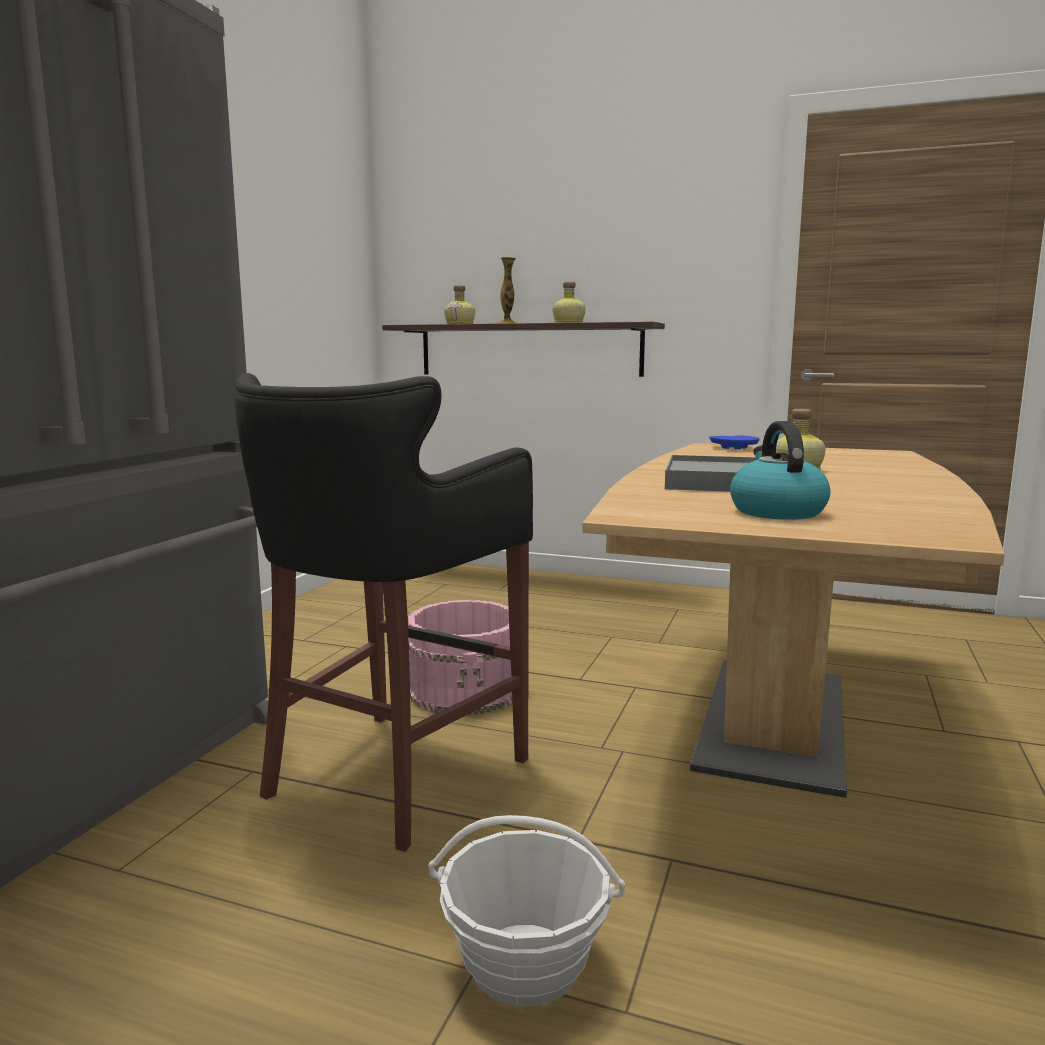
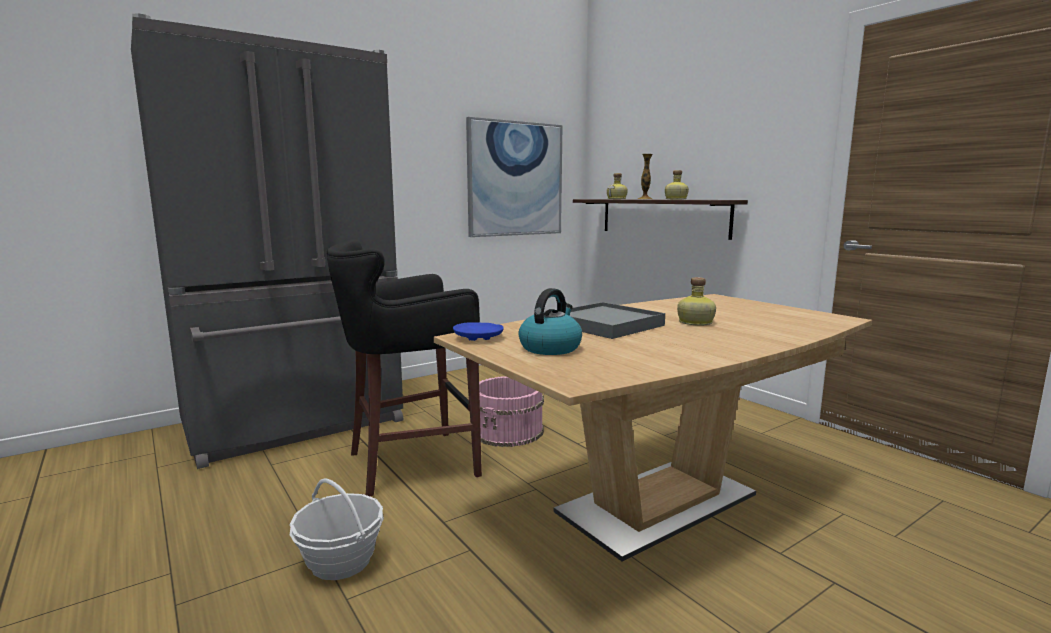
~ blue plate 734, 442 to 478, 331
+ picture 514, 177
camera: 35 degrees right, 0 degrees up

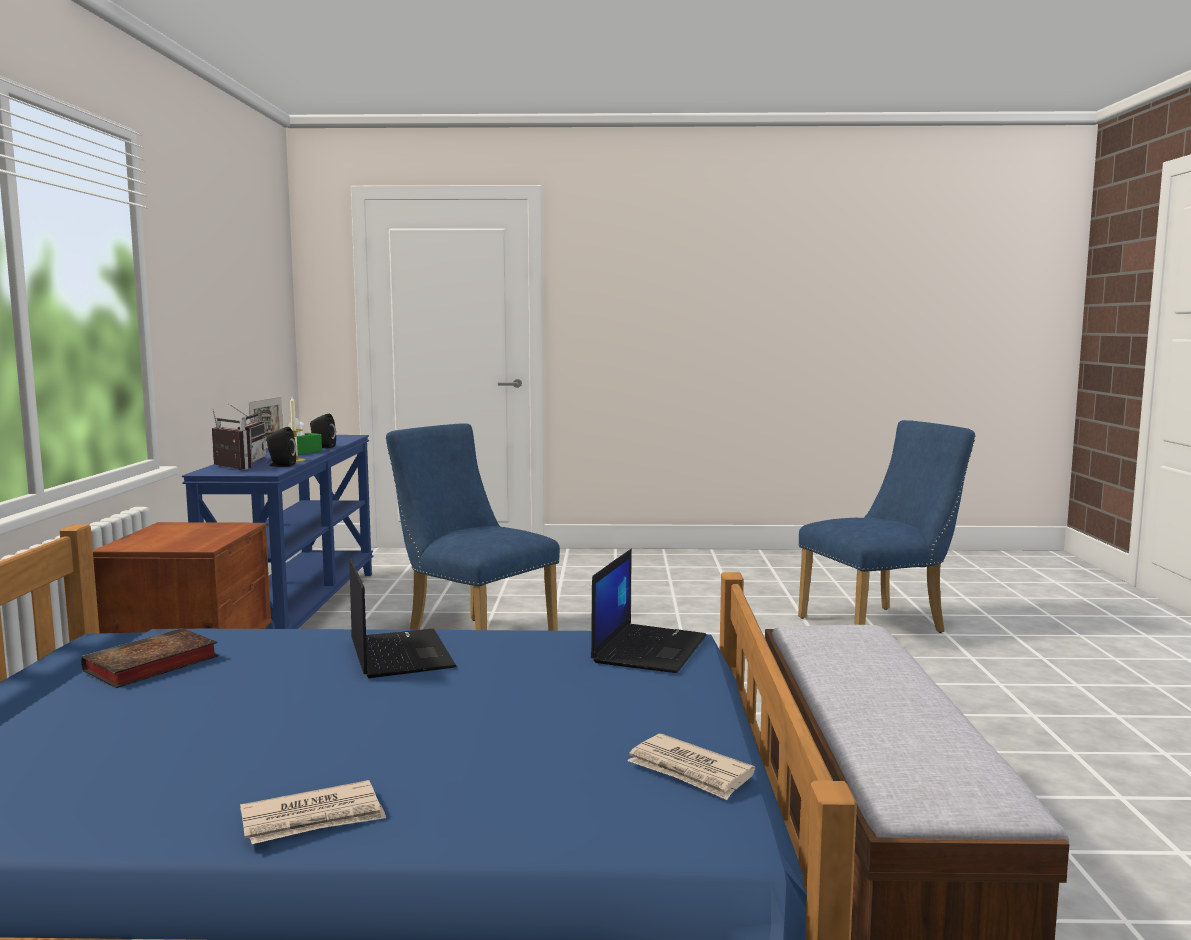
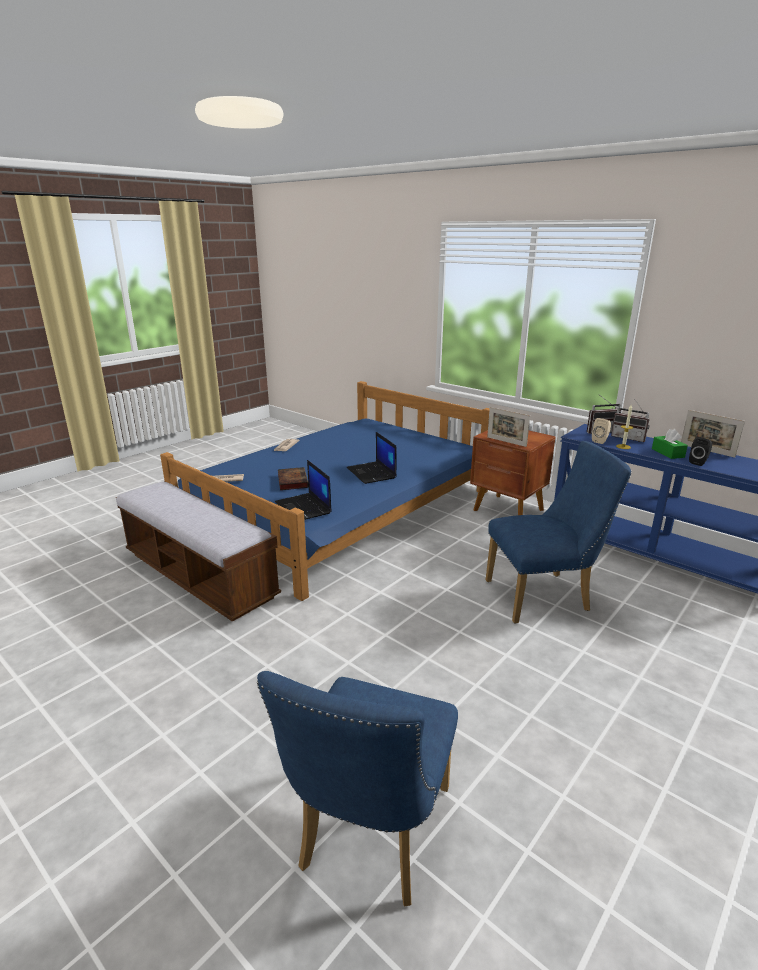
~ book 150, 658 to 293, 478
~ laptop 403, 618 = 372, 458 45 degrees clockwise
+ picture frame 508, 427
~ black speaker 281, 447 to beige speaker 601, 431
camera: 130 degrees right, 15 degrees up

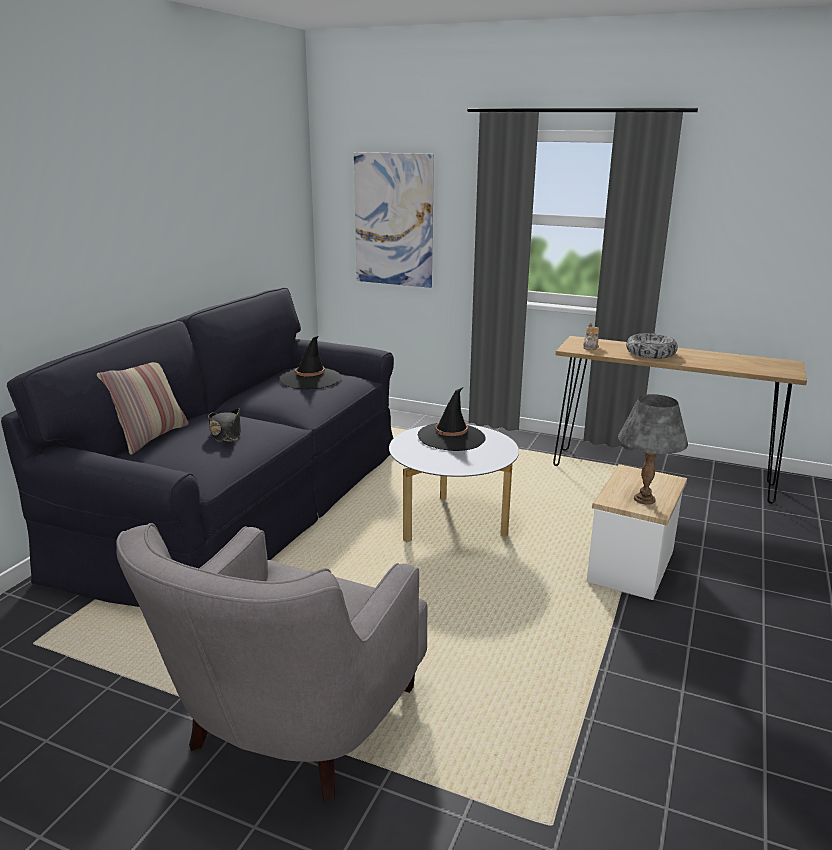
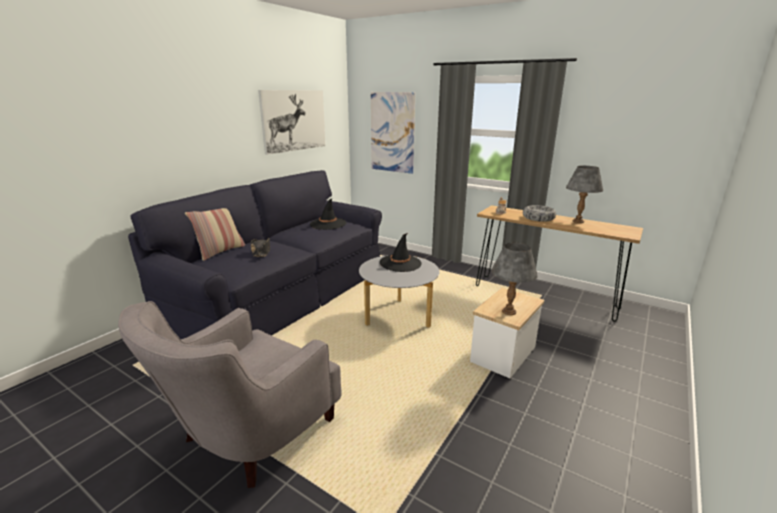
+ picture 292, 122
+ grey table lamp 584, 194
camera: 10 degrees right, 0 degrees up

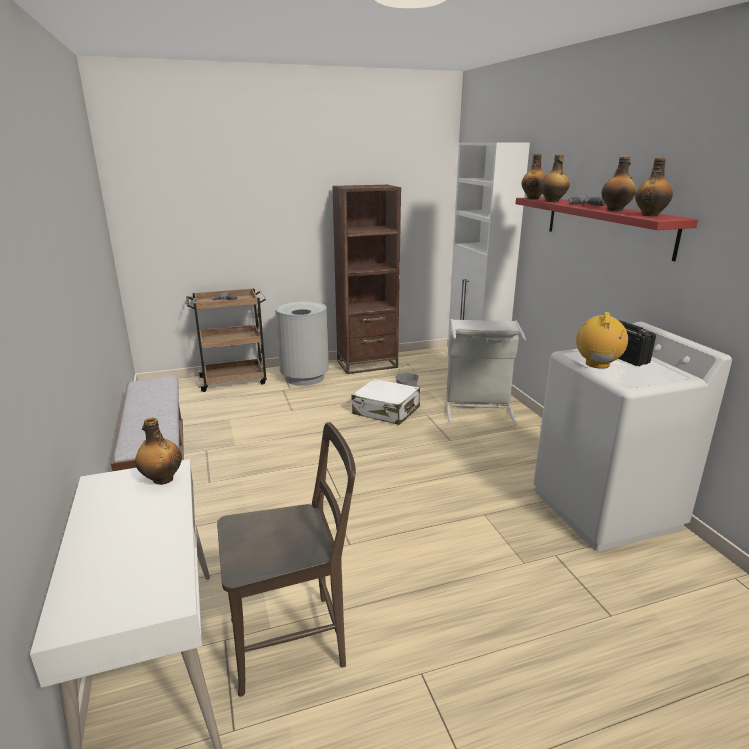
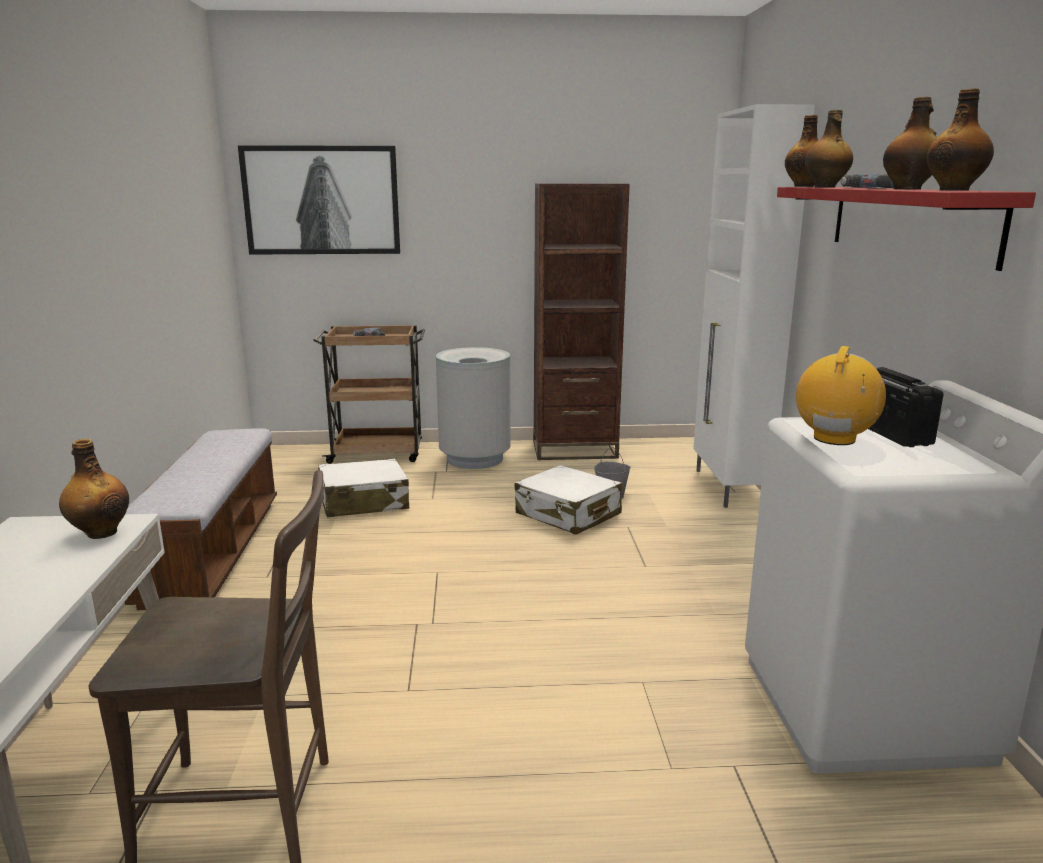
+ picture 319, 200
+ white suitcase 363, 488
- grey laundry basket 486, 372
camera: 15 degrees right, 5 degrees down

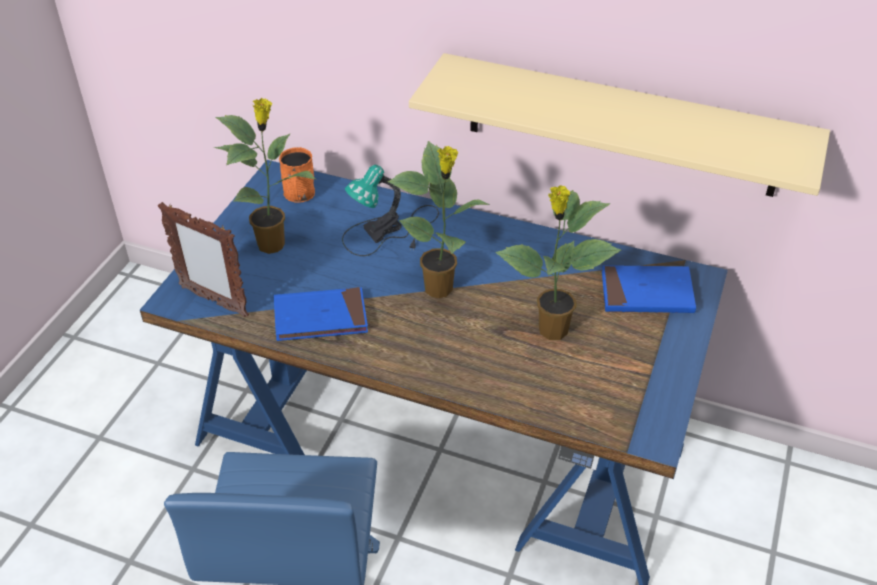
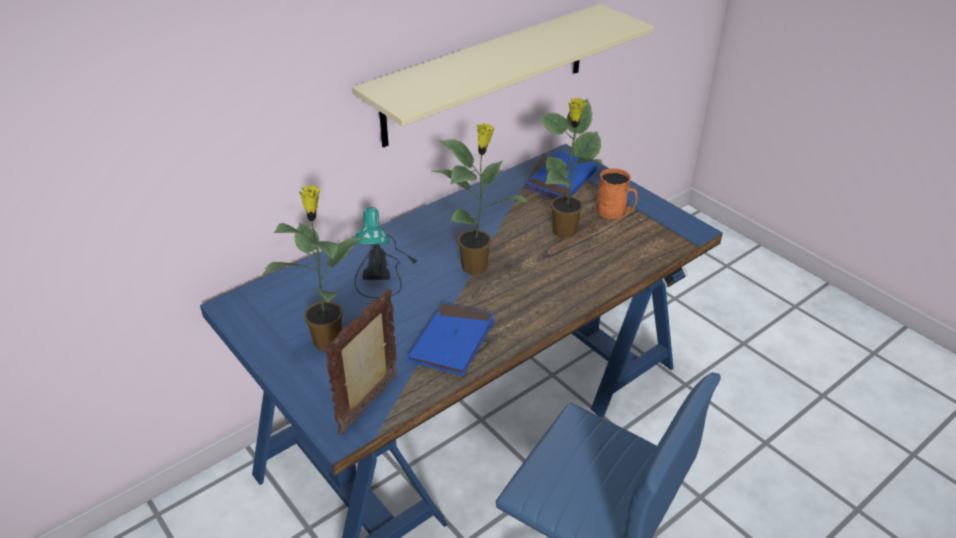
~ picture frame 203, 260 = 361, 361 150 degrees clockwise
~ orange mug 297, 175 to 617, 193
camera: 60 degrees left, 5 degrees down

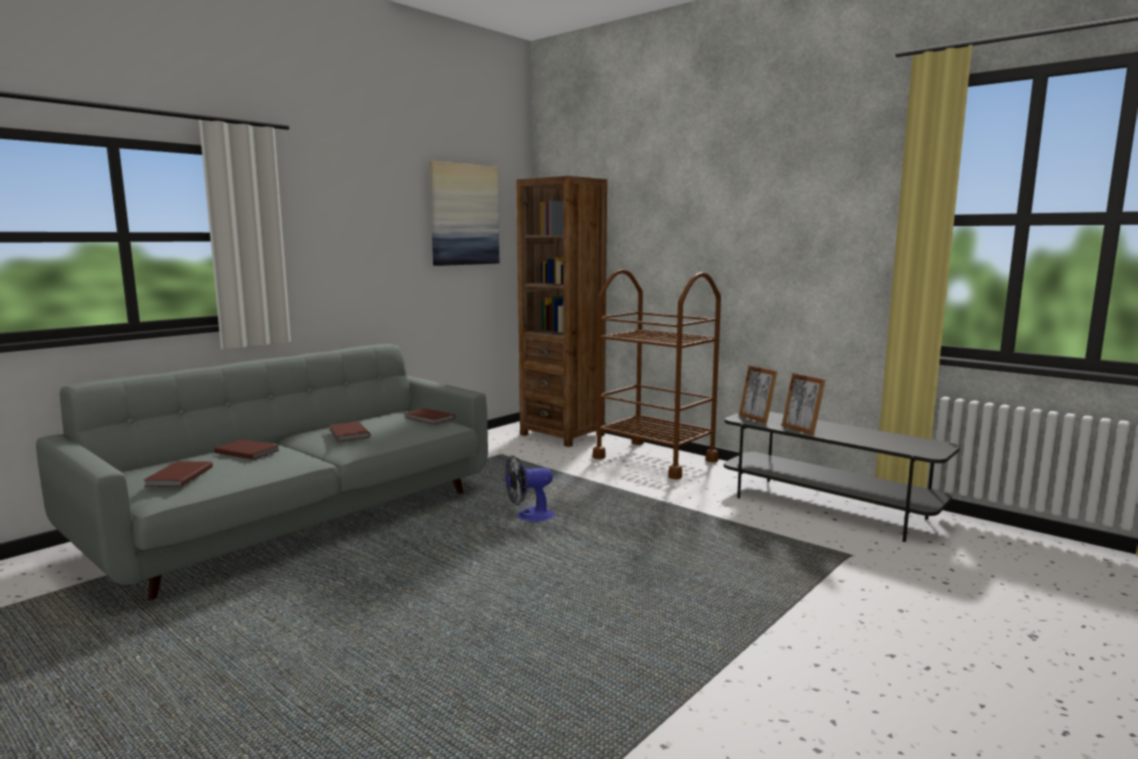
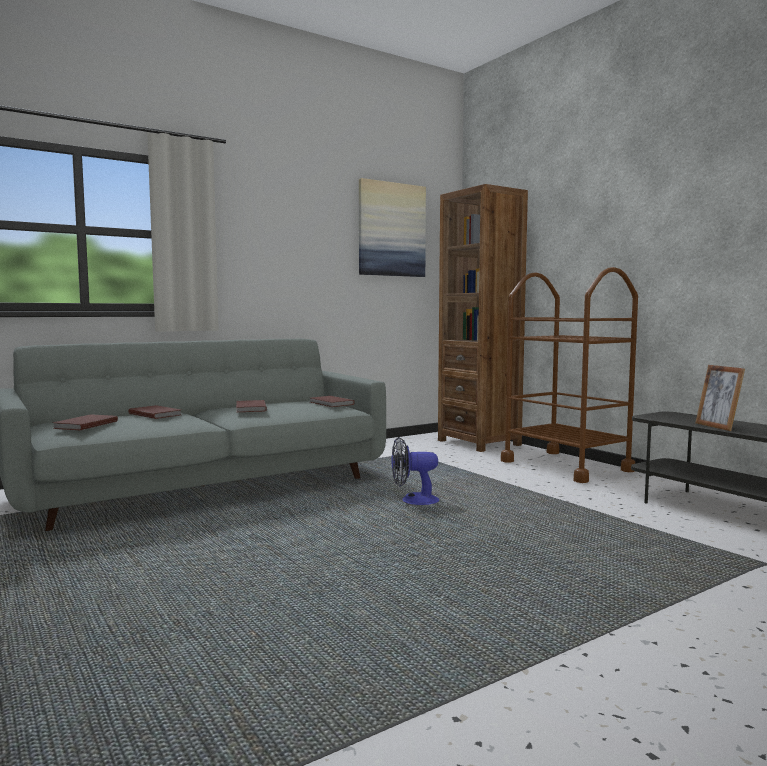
- picture frame 758, 394
camera: 15 degrees right, 5 degrees down

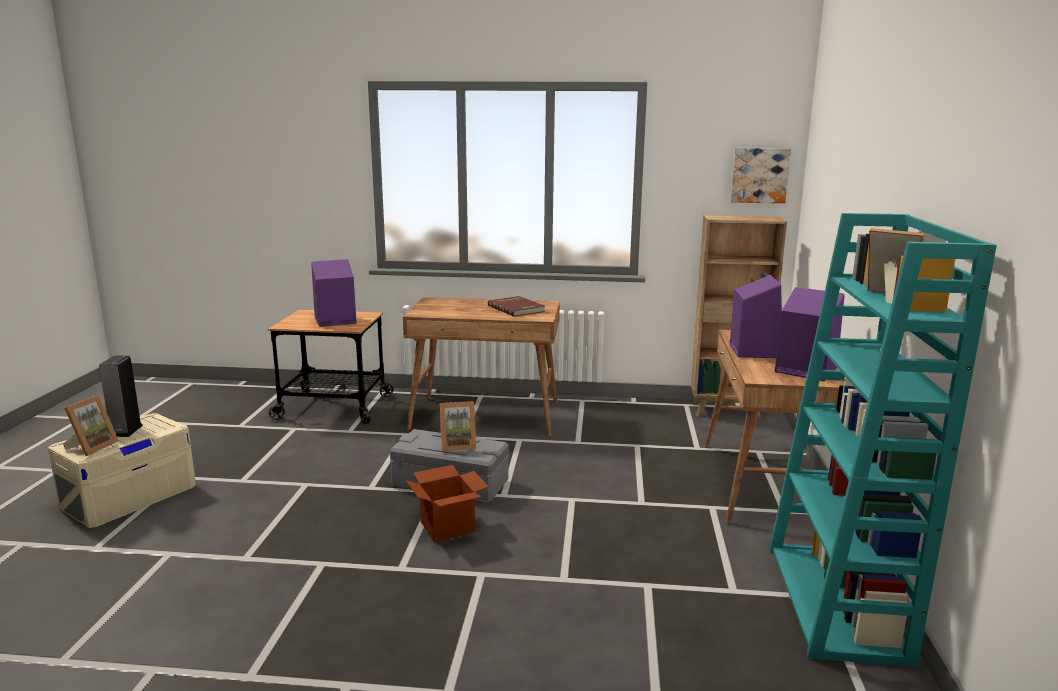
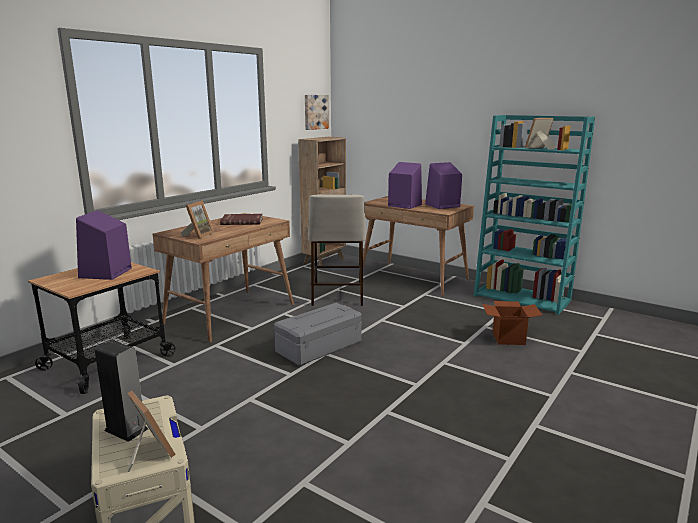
~ picture frame 458, 426 to 197, 219
+ beige stool 337, 250
~ cardboard box 447, 503 to 512, 323
camera: 60 degrees left, 0 degrees up

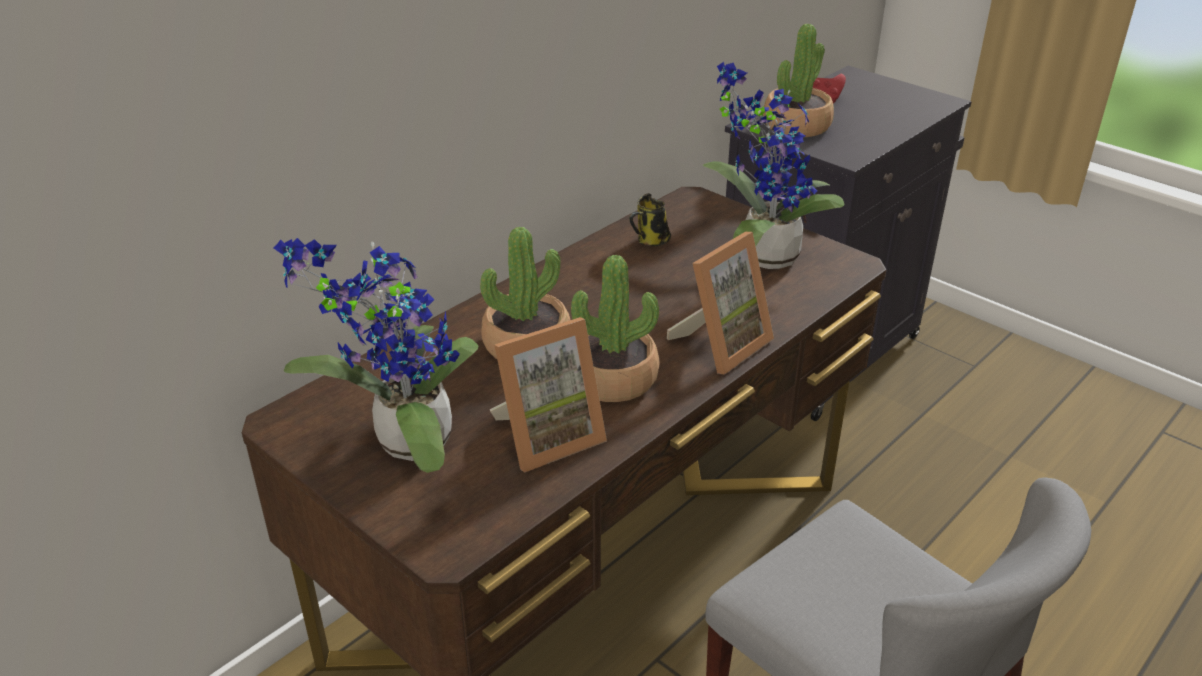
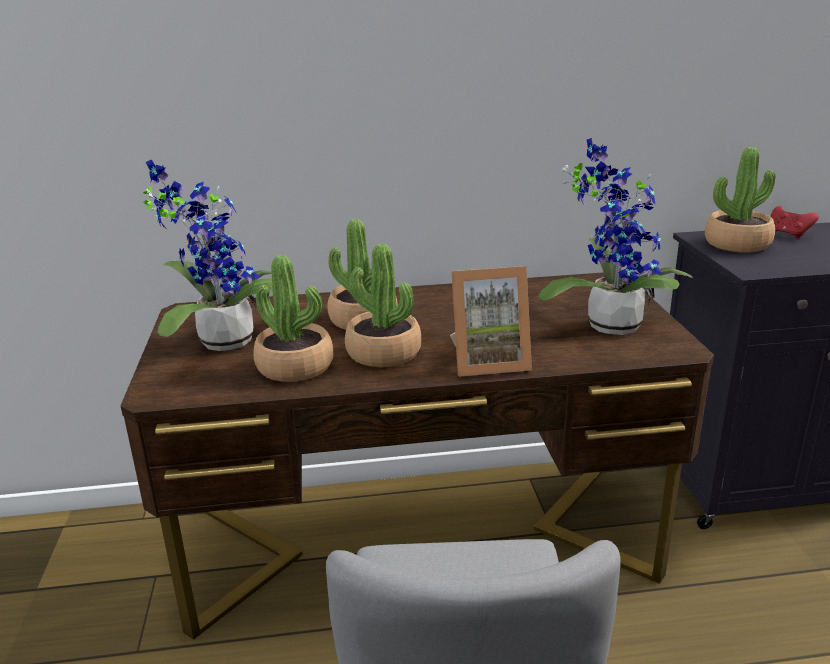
~ picture frame 548, 395 to potted plant 293, 318
- mug 650, 219
camera: 40 degrees right, 10 degrees down

